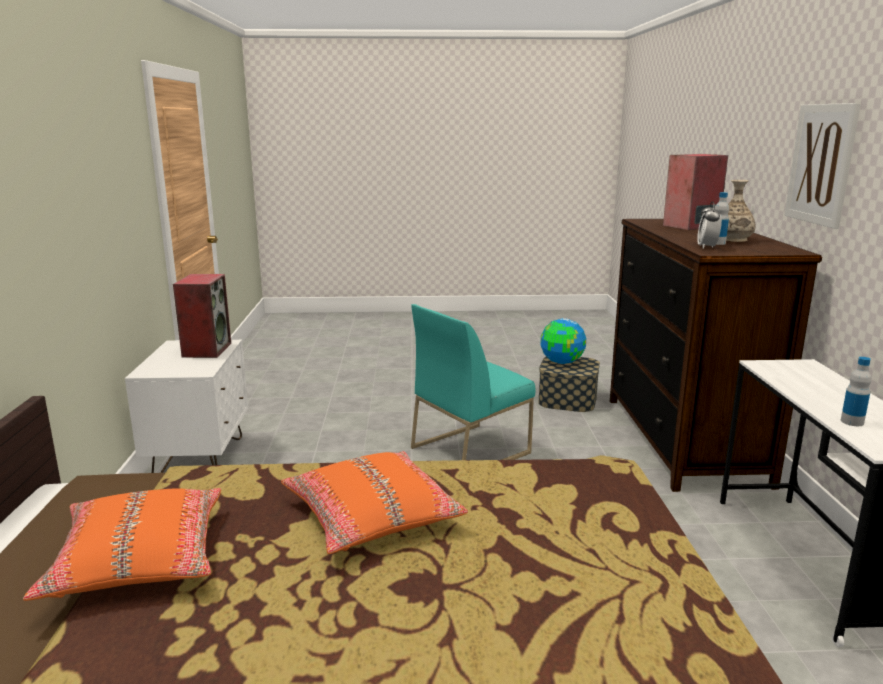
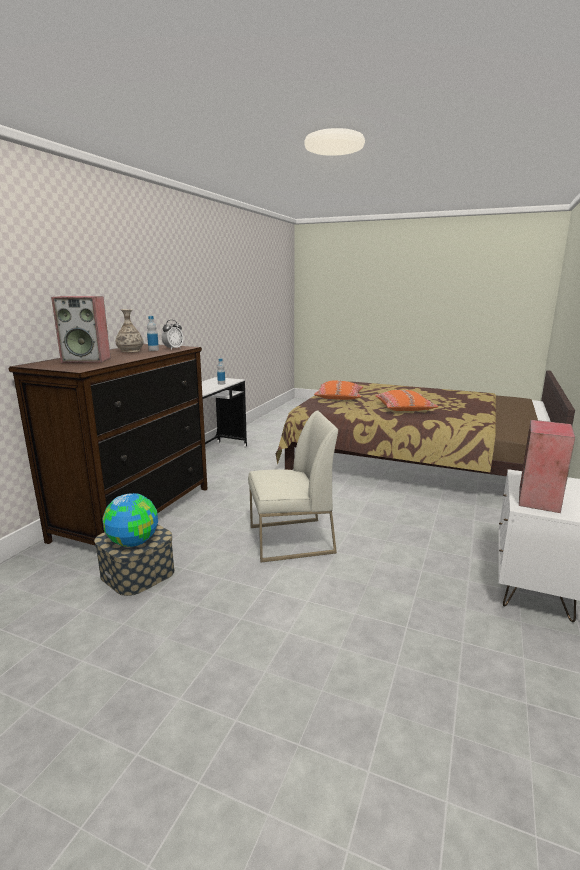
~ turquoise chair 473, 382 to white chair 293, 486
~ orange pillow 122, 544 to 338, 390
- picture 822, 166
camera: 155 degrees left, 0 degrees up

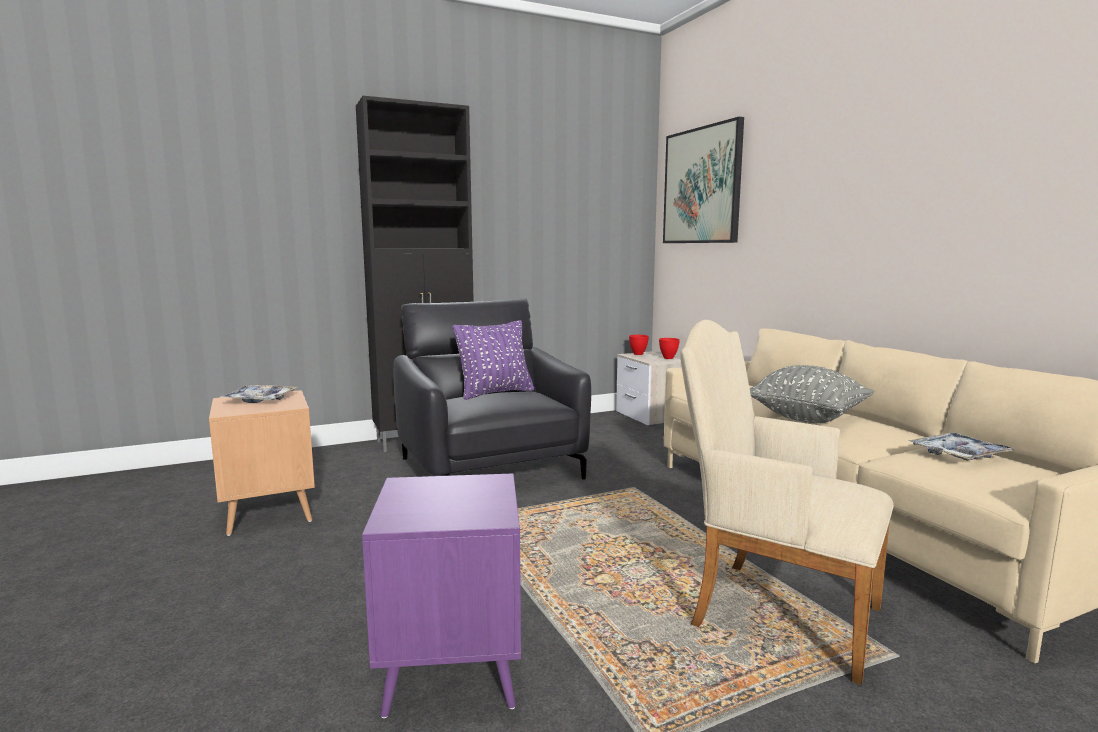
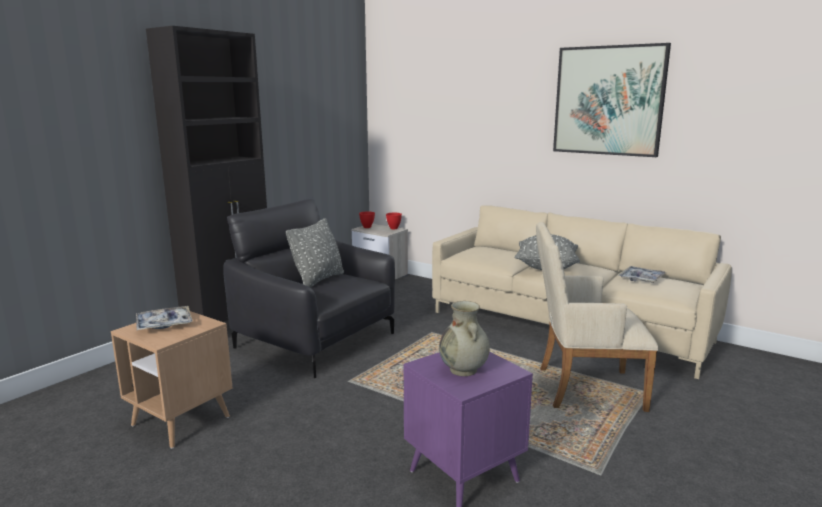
~ purple pillow 493, 360 to grey pillow 315, 253
+ beige vase 464, 338
~ picture 703, 180 to 612, 100
camera: 30 degrees left, 5 degrees up

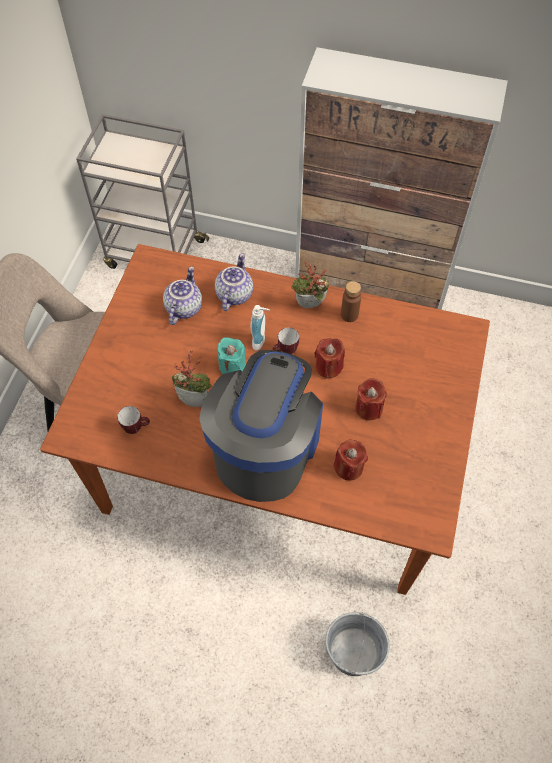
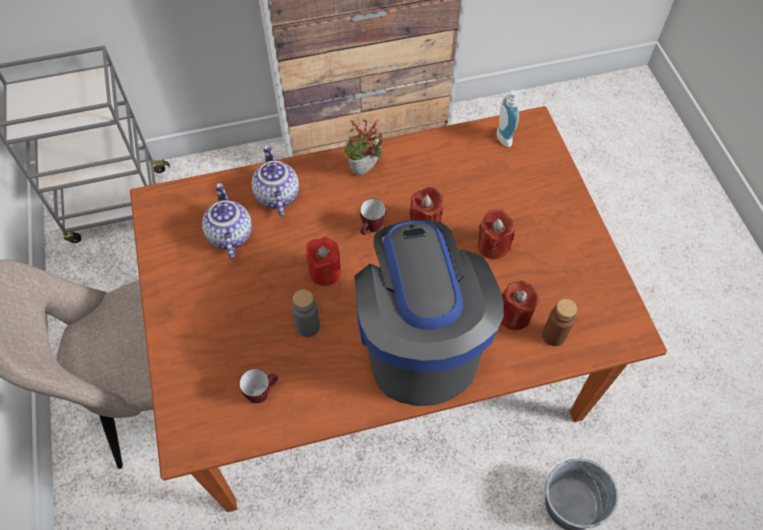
~ potted plant 192, 379 to grey bottle 306, 313
~ turquoise candle 231, 355 to red candle 323, 261
~ soap dispenser 260, 327 to 512, 118
~ brown bottle 351, 301 to 559, 322
camera: 30 degrees left, 0 degrees up

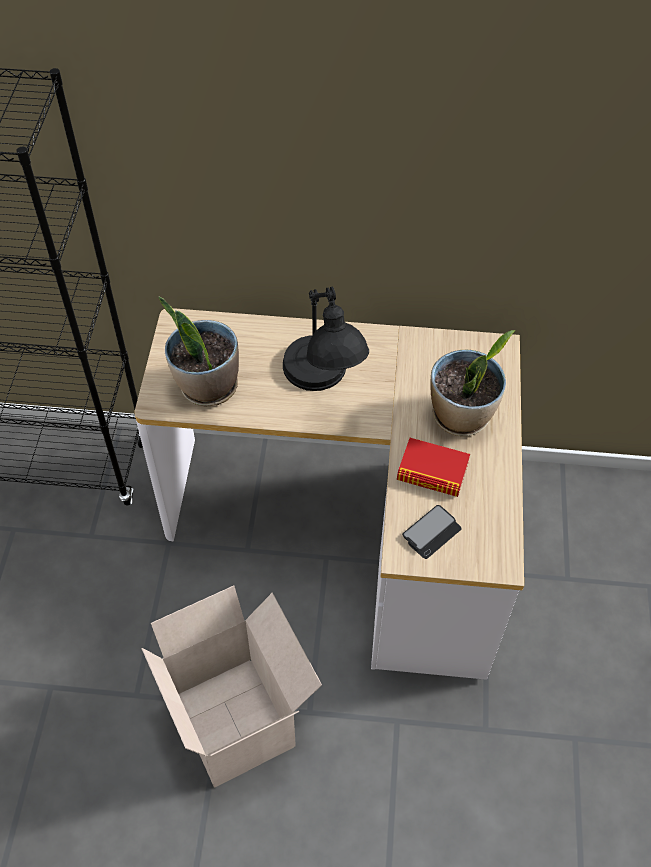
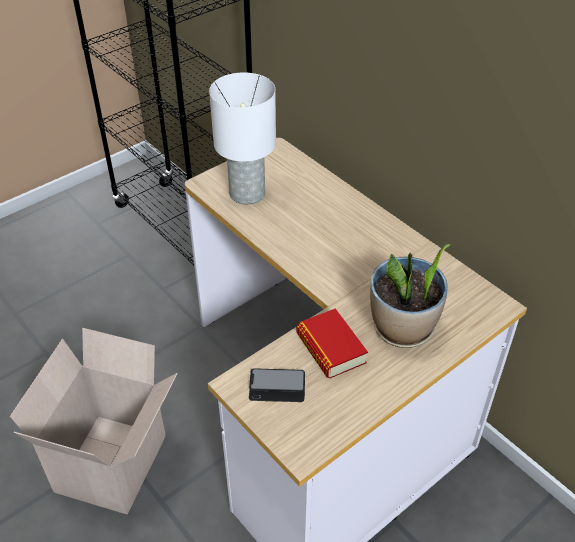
~ potted plant 199, 351 to white table lamp 242, 138
- black table lamp 326, 339
camera: 45 degrees right, 10 degrees down

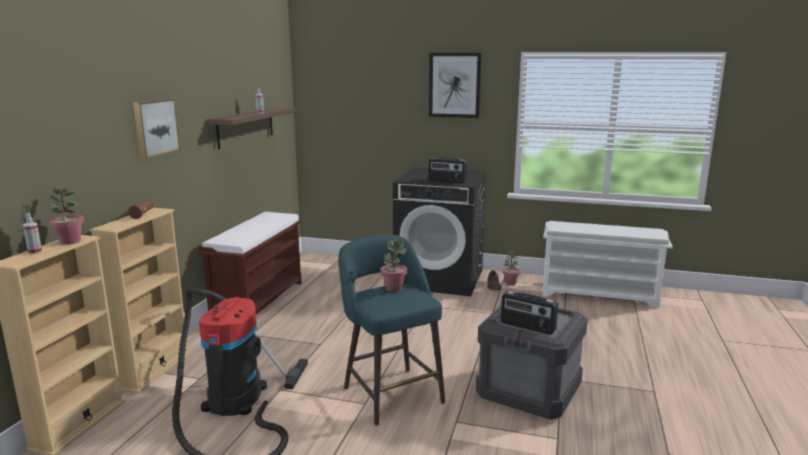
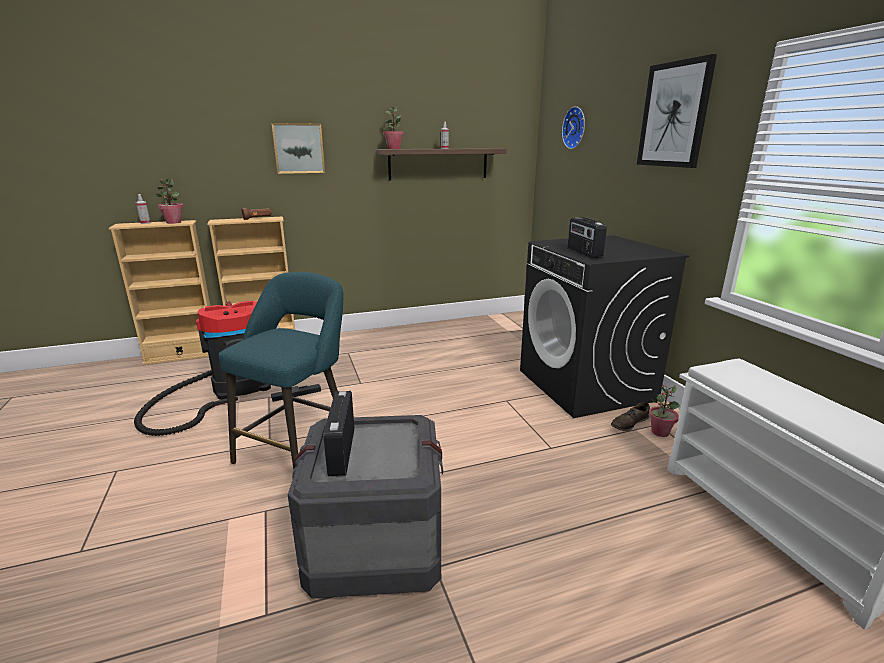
~ potted plant 393, 265 to 393, 127
+ wall clock 573, 127
- brown bench 250, 263
camera: 55 degrees right, 5 degrees up

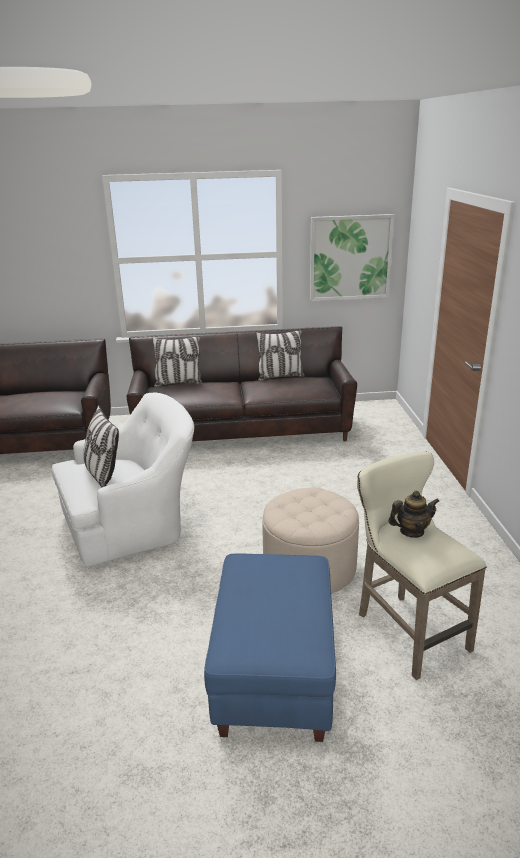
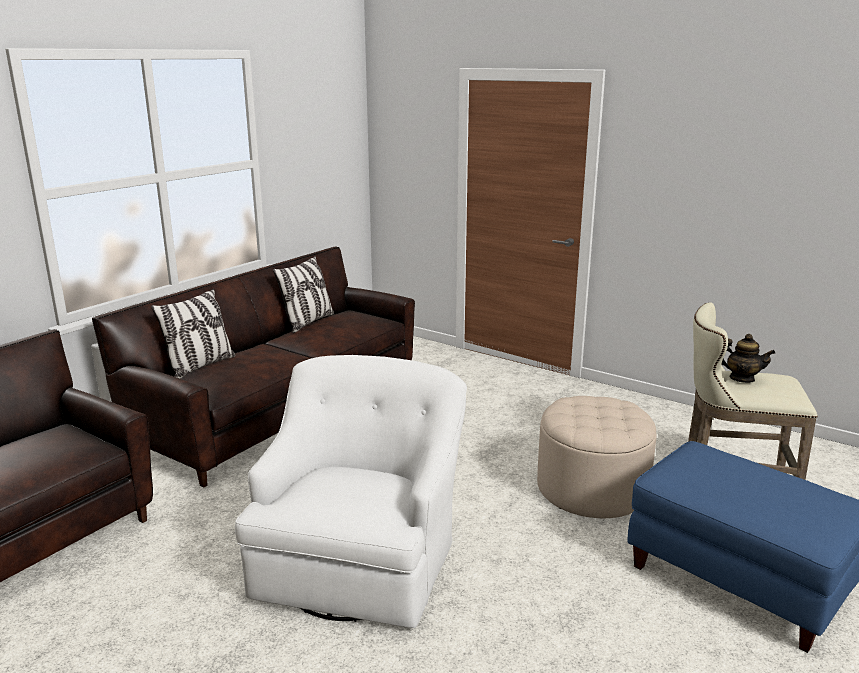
~ teapot 413, 514 = 748, 358 90 degrees clockwise
- pillow 101, 446
- picture 352, 257
camera: 50 degrees left, 5 degrees down

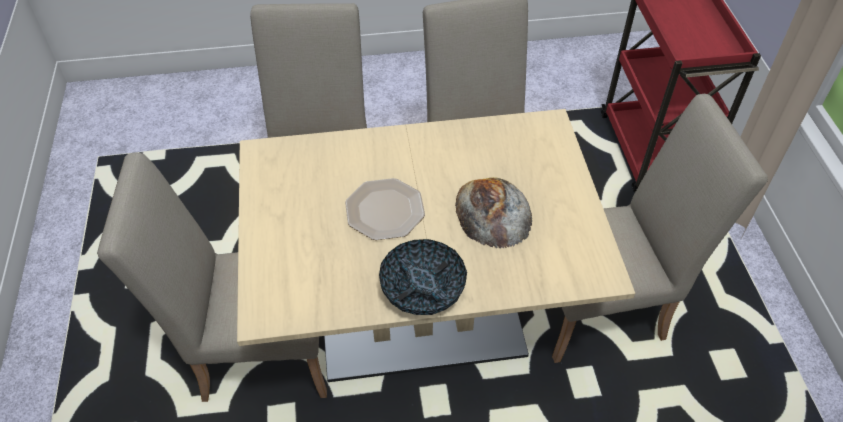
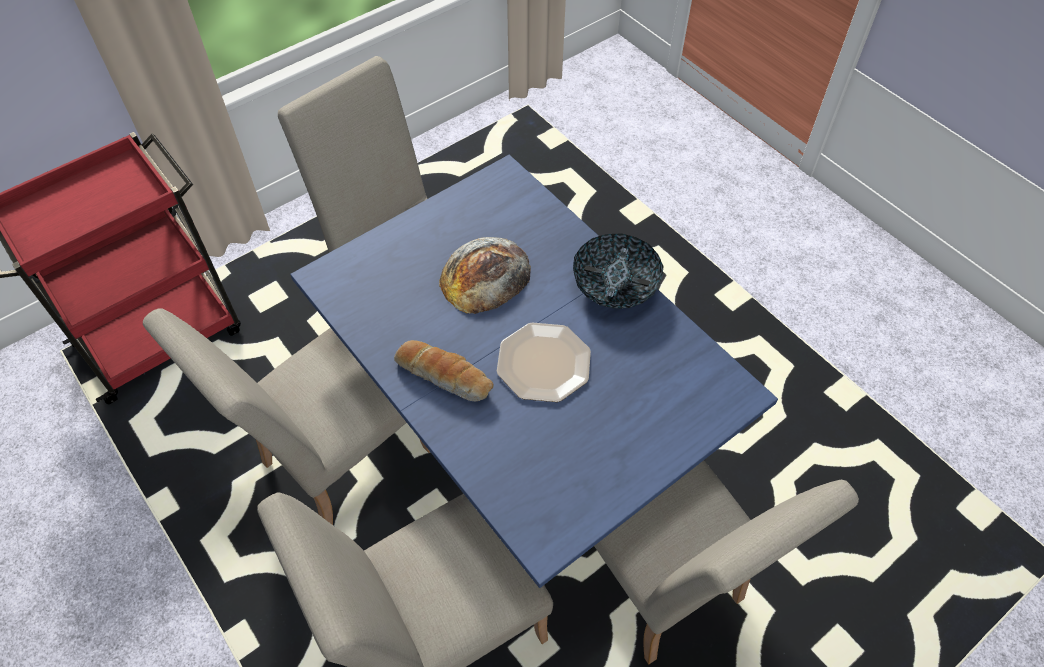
~ beige dining table 436, 245 to blue dining table 534, 371
+ bread 443, 370
camera: 120 degrees left, 5 degrees up

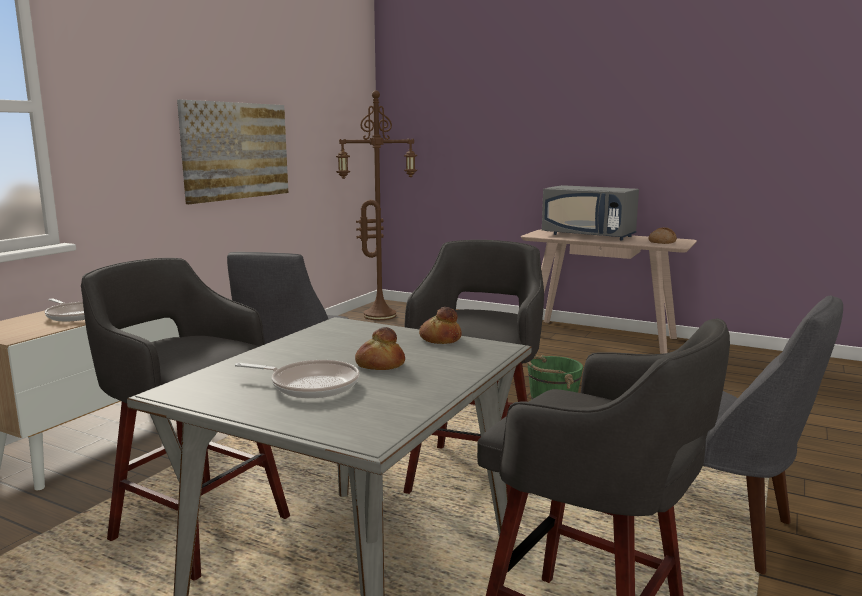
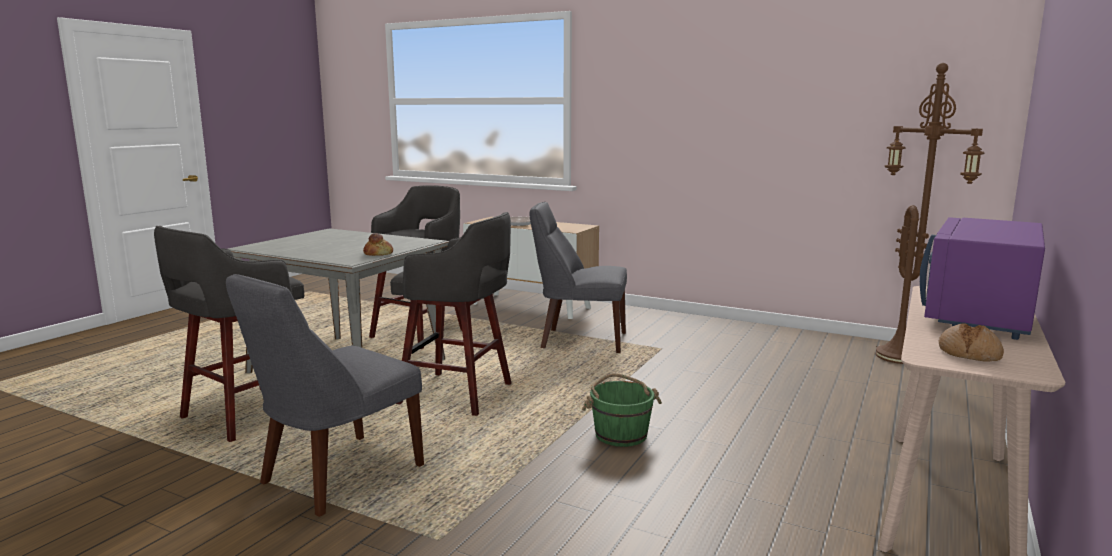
~ grey microwave 590, 212 to purple microwave 982, 278
- picture 232, 152
- frying pan 297, 379
- bread 380, 348
camera: 90 degrees right, 0 degrees up

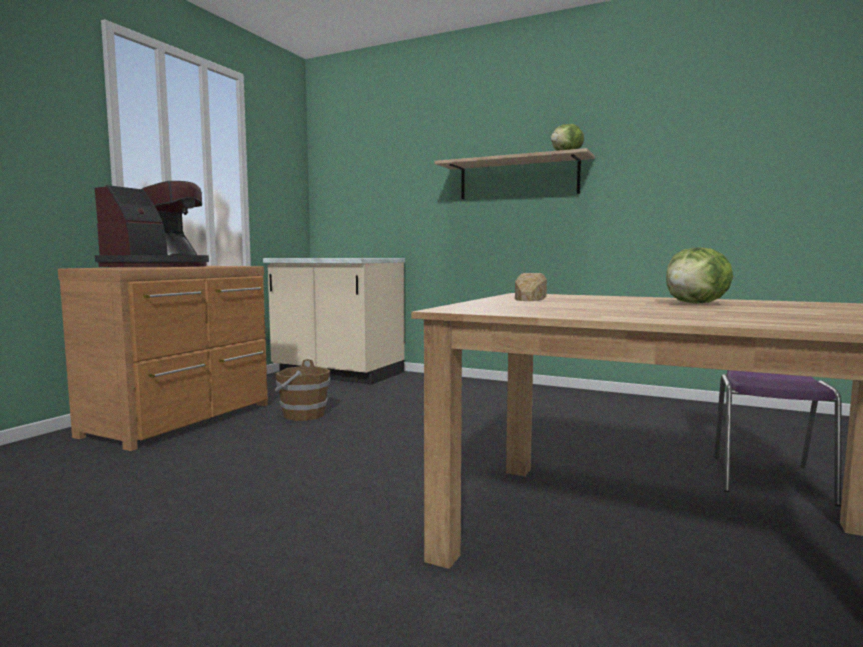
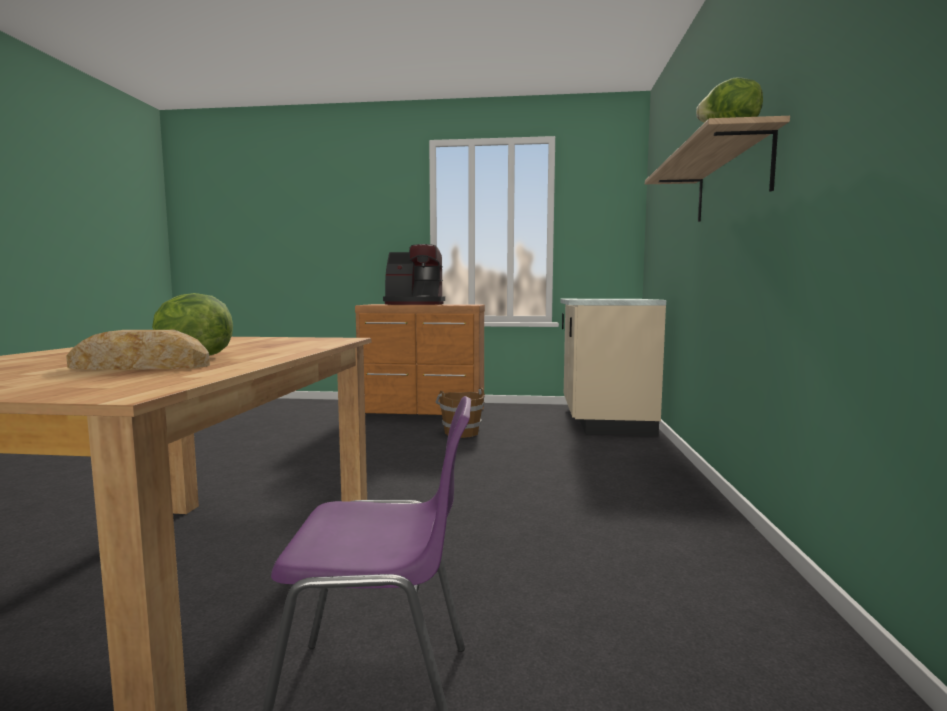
~ bread 531, 287 to 138, 350
camera: 70 degrees right, 0 degrees up

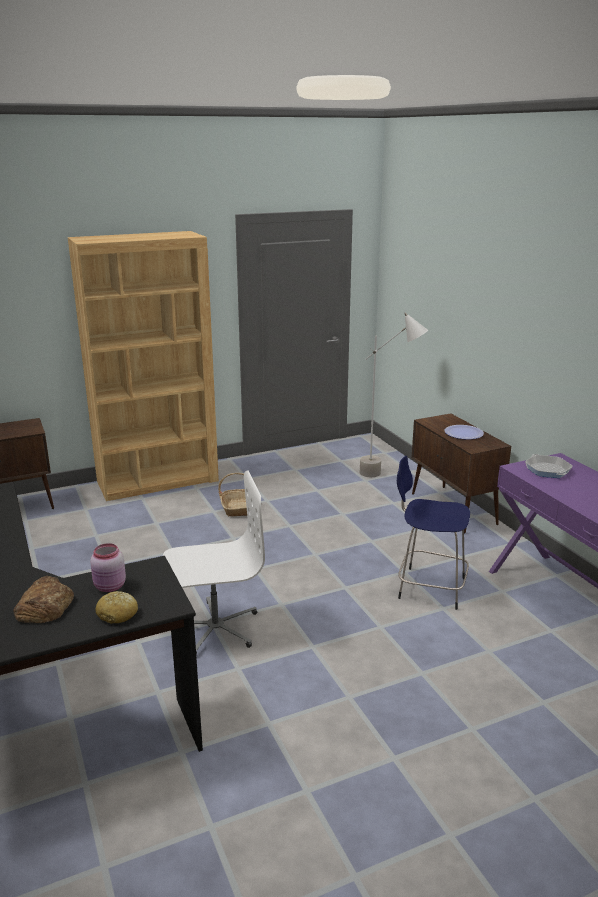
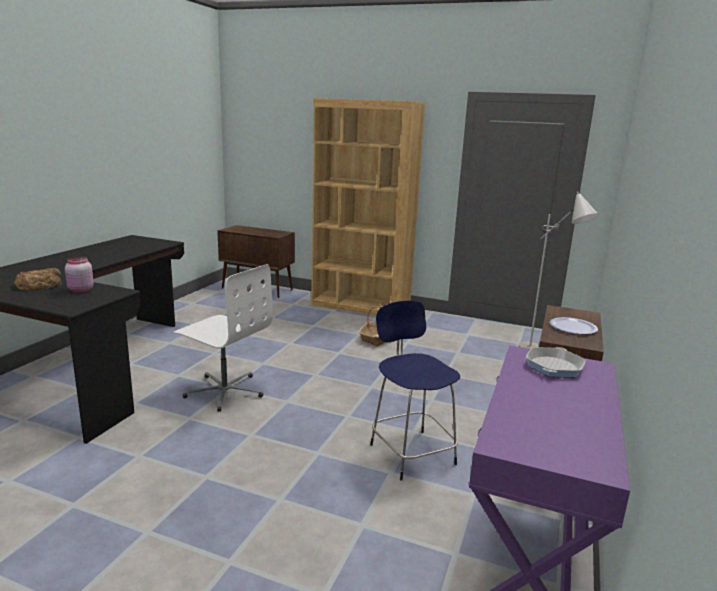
- bread 116, 607
camera: 45 degrees right, 5 degrees down

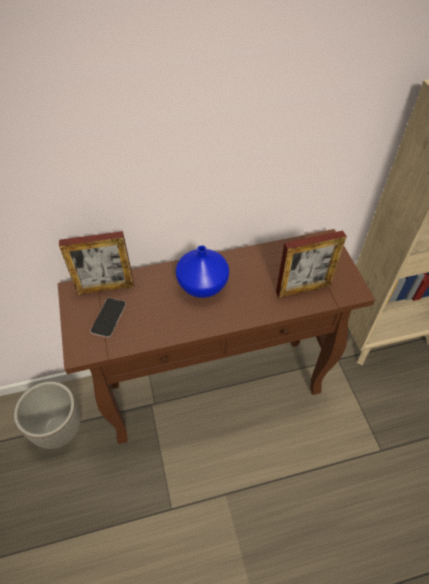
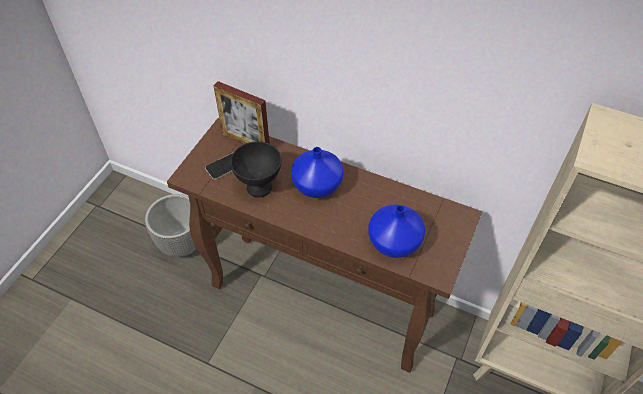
+ black bowl 255, 169
~ picture frame 311, 264 to blue vase 397, 231
camera: 40 degrees right, 0 degrees up

